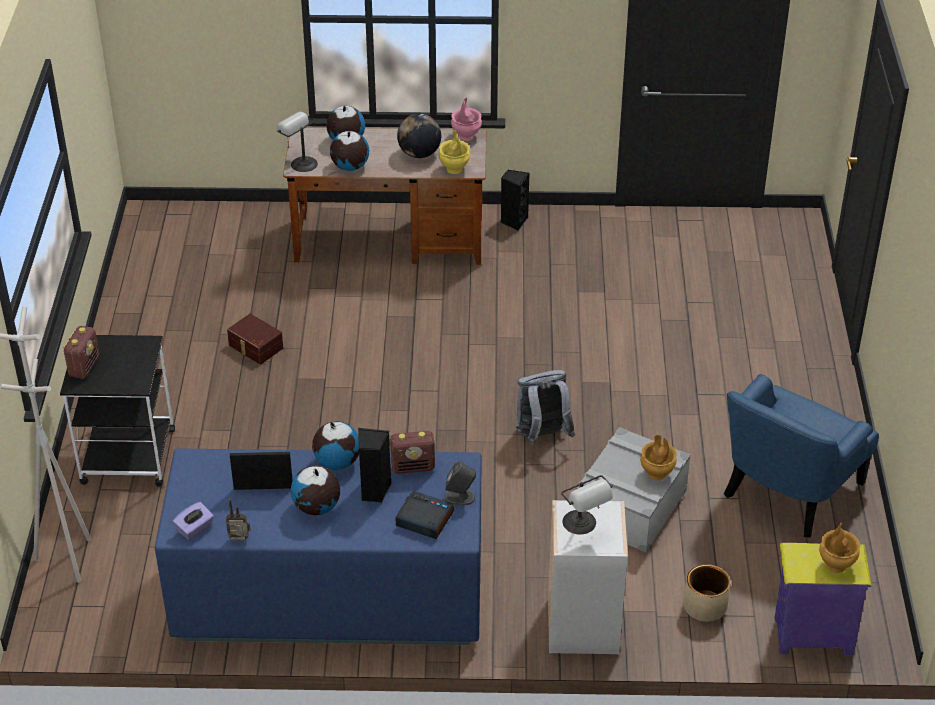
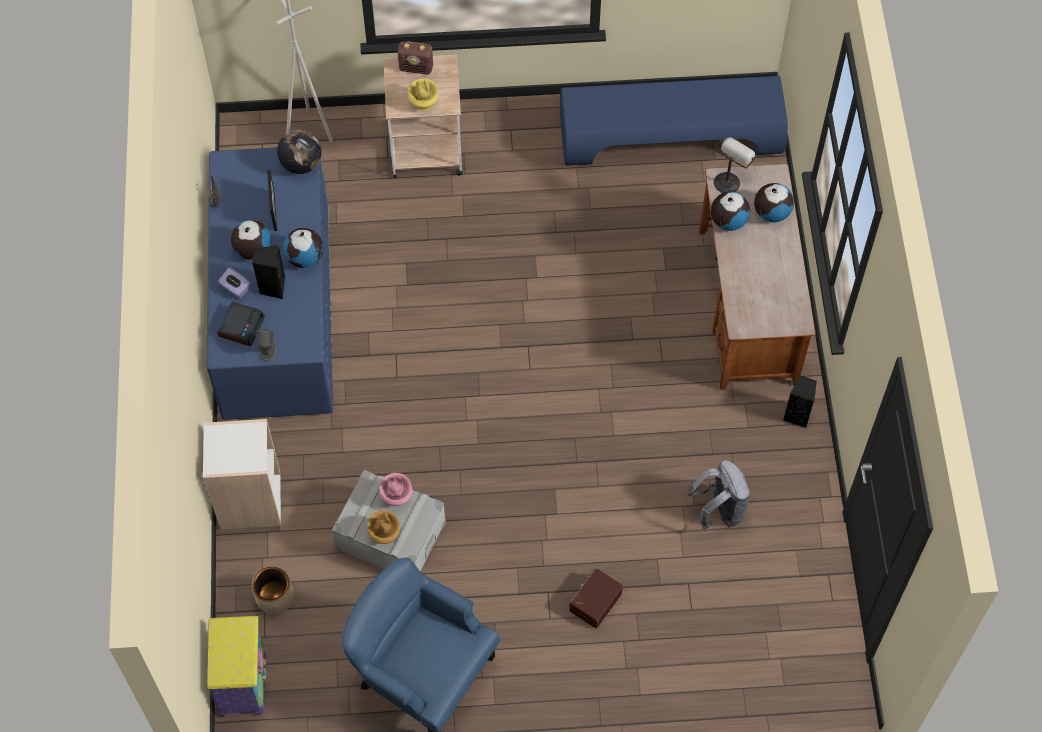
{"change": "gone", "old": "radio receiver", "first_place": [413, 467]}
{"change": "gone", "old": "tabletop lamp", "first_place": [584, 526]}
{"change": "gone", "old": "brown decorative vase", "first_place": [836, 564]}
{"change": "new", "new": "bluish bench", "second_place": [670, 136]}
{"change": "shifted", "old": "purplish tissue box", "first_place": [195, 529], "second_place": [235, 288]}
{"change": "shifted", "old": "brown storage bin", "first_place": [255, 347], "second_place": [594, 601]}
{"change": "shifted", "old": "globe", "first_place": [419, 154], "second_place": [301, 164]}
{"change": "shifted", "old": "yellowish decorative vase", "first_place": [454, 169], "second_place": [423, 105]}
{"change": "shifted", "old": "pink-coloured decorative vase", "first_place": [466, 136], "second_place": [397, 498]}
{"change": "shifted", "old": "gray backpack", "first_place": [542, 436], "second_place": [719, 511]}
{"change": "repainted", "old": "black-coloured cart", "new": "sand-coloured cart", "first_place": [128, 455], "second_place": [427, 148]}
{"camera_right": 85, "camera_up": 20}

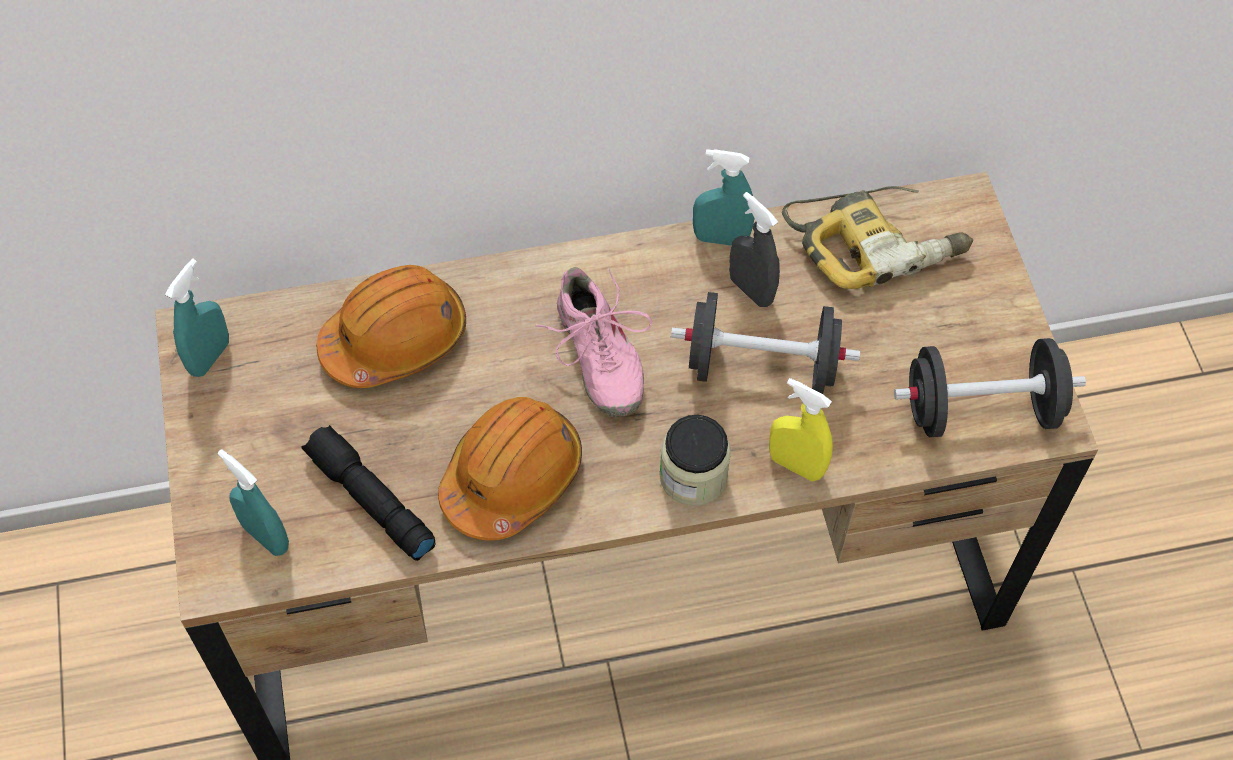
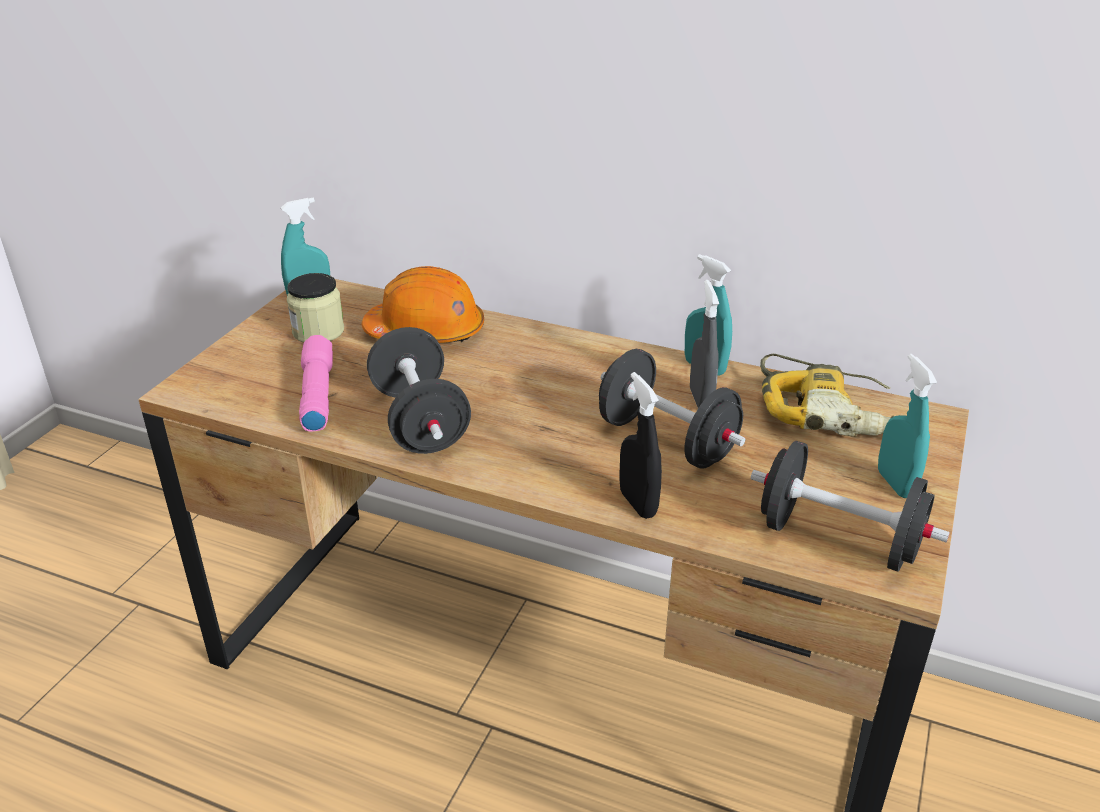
{"change": "gone", "old": "pink-coloured low shoe", "first_place": [598, 357]}
{"change": "shifted", "old": "turquoise-coloured sprayer", "first_place": [265, 537], "second_place": [895, 483]}
{"change": "shifted", "old": "storage jar", "first_place": [693, 476], "second_place": [318, 332]}
{"change": "swapped", "old": "orange-coloured hard hat", "new": "black-coloured free weight", "first_place": [512, 477], "second_place": [420, 421]}
{"change": "repainted", "old": "black-coloured torch", "new": "pink-coloured torch", "first_place": [369, 500], "second_place": [316, 394]}
{"change": "repainted", "old": "yellowish sprayer", "new": "black-coloured sprayer", "first_place": [796, 465], "second_place": [638, 504]}
{"camera_right": 35, "camera_up": -25}

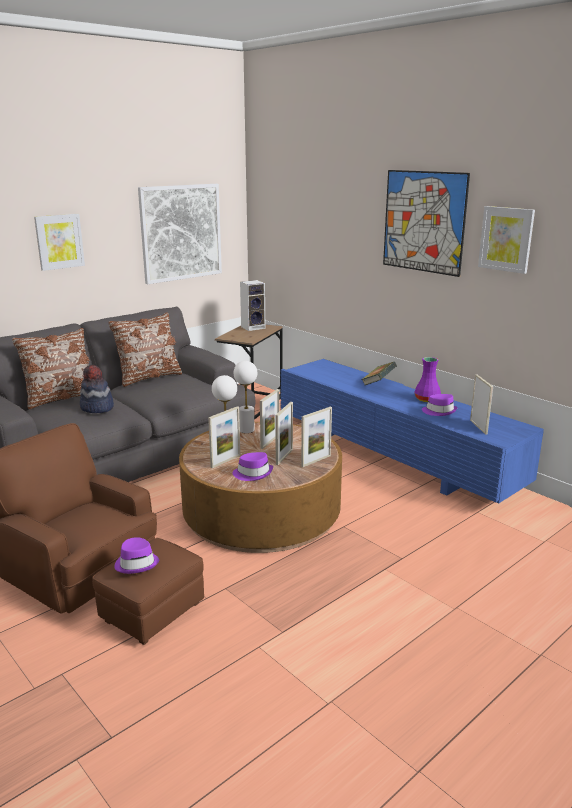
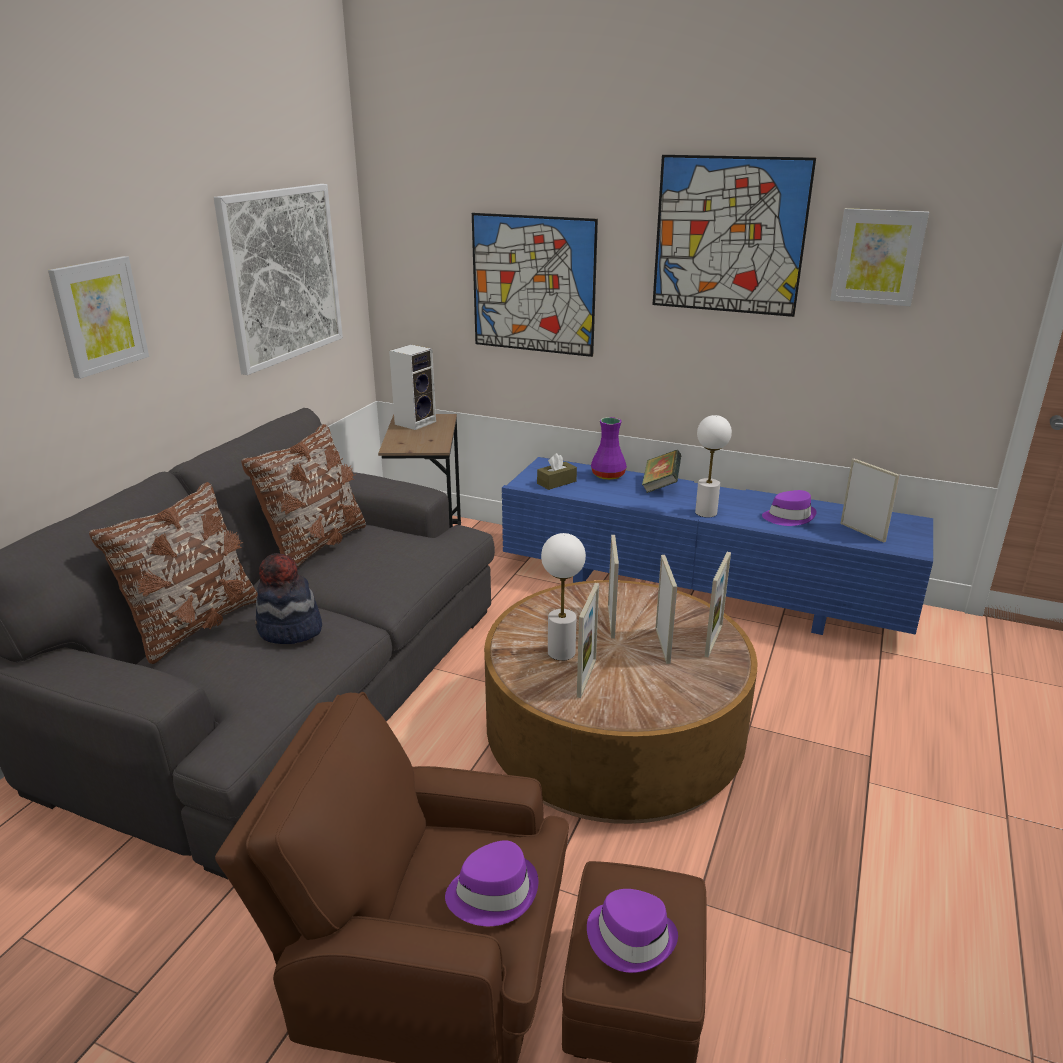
{"change": "new", "new": "picture", "second_place": [533, 285]}
{"change": "new", "new": "brown tissue box", "second_place": [556, 482]}
{"change": "shifted", "old": "purplish clothing hat", "first_place": [253, 473], "second_place": [493, 892]}
{"change": "shifted", "old": "white tabletop lamp", "first_place": [247, 430], "second_place": [706, 512]}
{"change": "shifted", "old": "purplish decorative vase", "first_place": [427, 399], "second_place": [608, 475]}
{"camera_right": -25, "camera_up": 5}

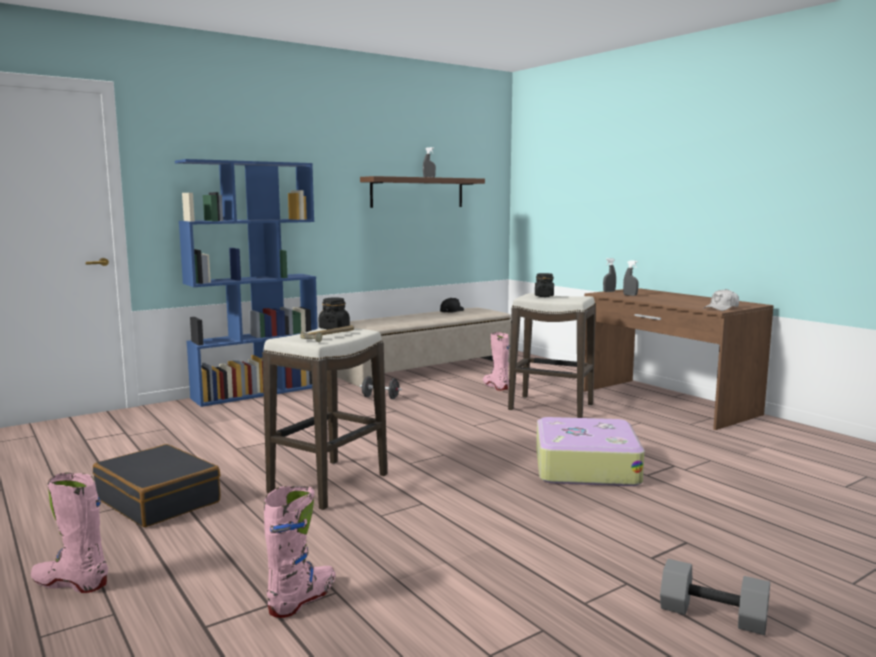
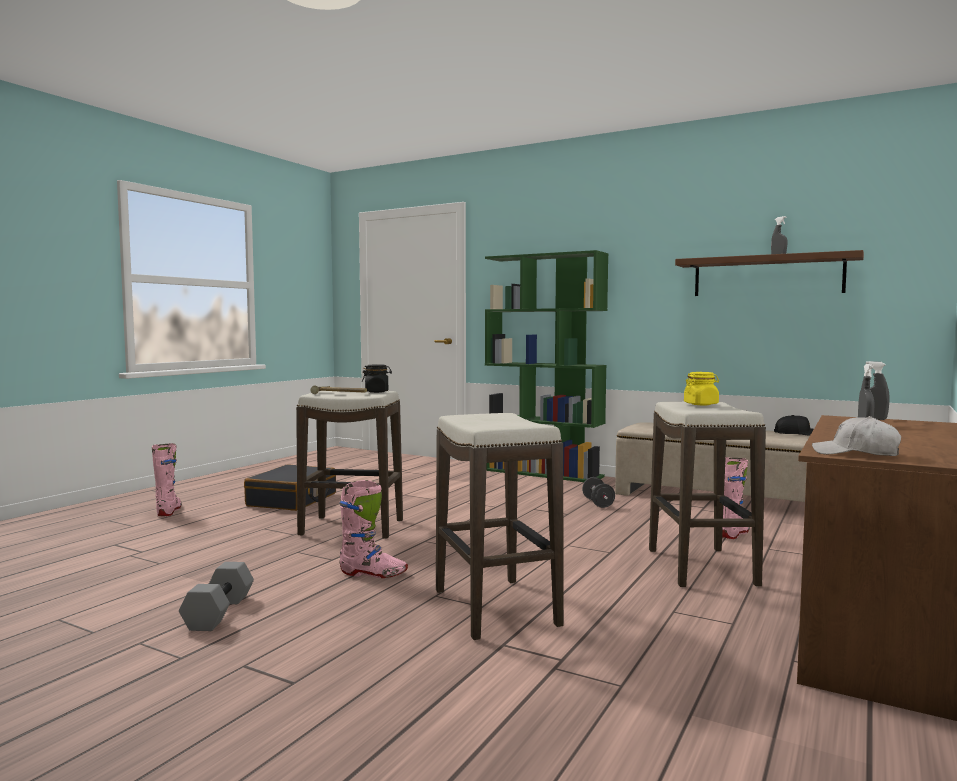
{"change": "shifted", "old": "pink-coloured tall boot", "first_place": [303, 599], "second_place": [373, 574]}
{"change": "shifted", "old": "gray free weight", "first_place": [711, 616], "second_place": [218, 612]}
{"change": "swapped", "old": "travel case", "new": "stool", "first_place": [585, 466], "second_place": [495, 608]}
{"change": "repainted", "old": "bluish bookshelf", "new": "green bookshelf", "first_place": [257, 392], "second_place": [544, 473]}
{"change": "repainted", "old": "black-coloured storage jar", "new": "yellowish storage jar", "first_place": [544, 296], "second_place": [701, 404]}
{"camera_right": 65, "camera_up": -5}

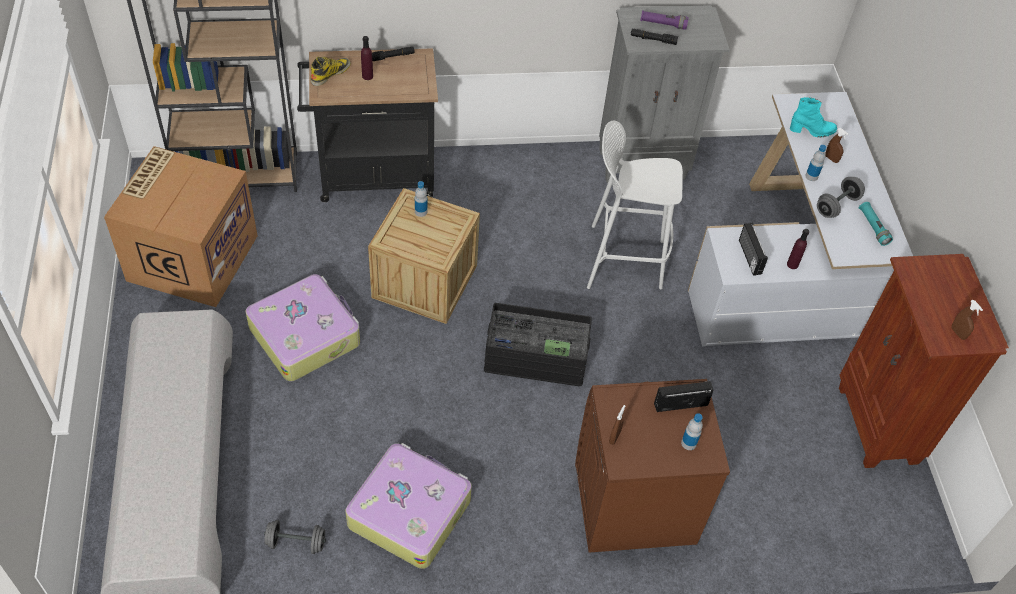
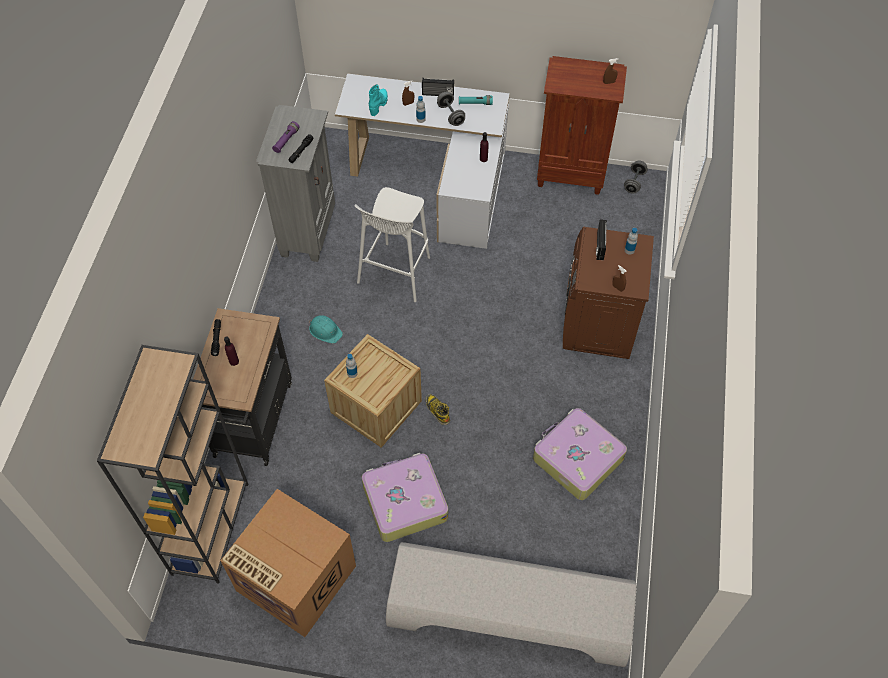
{"change": "gone", "old": "black-coloured storage bin", "first_place": [535, 357]}
{"change": "new", "new": "turquoise-coloured hard hat", "second_place": [325, 330]}
{"change": "shifted", "old": "gray free weight", "first_place": [296, 543], "second_place": [634, 182]}
{"change": "shifted", "old": "tall boot", "first_place": [330, 73], "second_place": [437, 410]}
{"change": "shifted", "old": "radio receiver", "first_place": [749, 257], "second_place": [438, 94]}
{"camera_right": -70, "camera_up": 5}

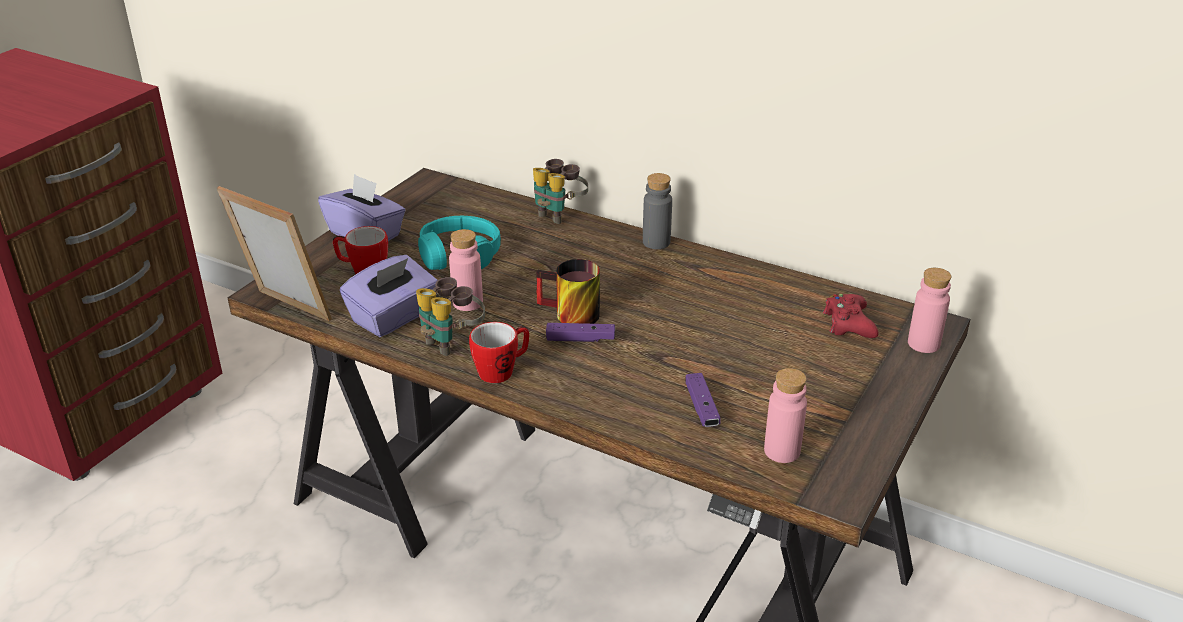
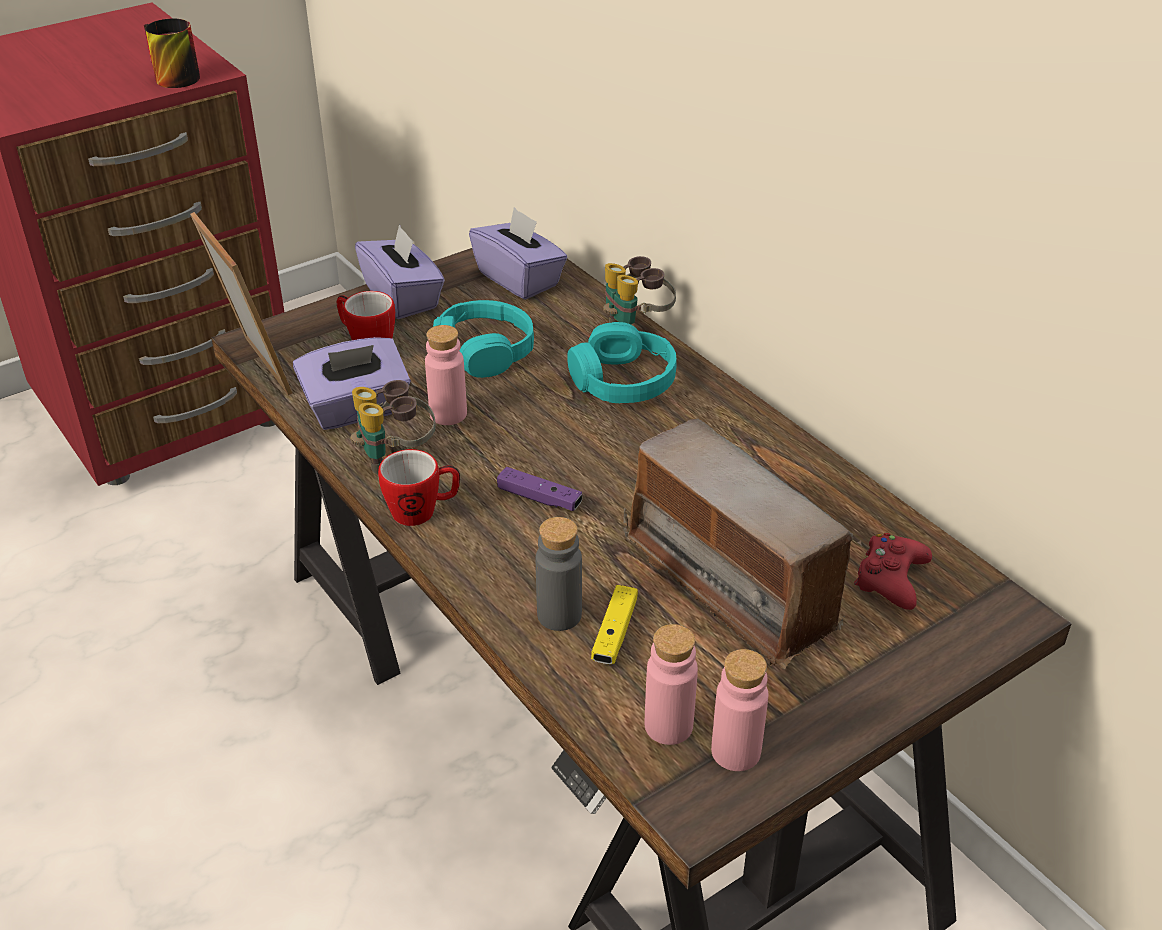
{"change": "new", "new": "purplish tissue box", "second_place": [519, 279]}
{"change": "new", "new": "turquoise-coloured headphones", "second_place": [622, 381]}
{"change": "new", "new": "radio receiver", "second_place": [732, 584]}
{"change": "shifted", "old": "coffee mug", "first_place": [569, 315], "second_place": [169, 78]}
{"change": "shifted", "old": "gray beverage bottle", "first_place": [656, 242], "second_place": [559, 615]}
{"change": "shifted", "old": "pink-coloured beverage bottle", "first_place": [923, 344], "second_place": [735, 752]}
{"change": "repainted", "old": "purplish gamepad", "new": "yellowish gamepad", "first_place": [701, 407], "second_place": [614, 633]}
{"camera_right": 25, "camera_up": 5}

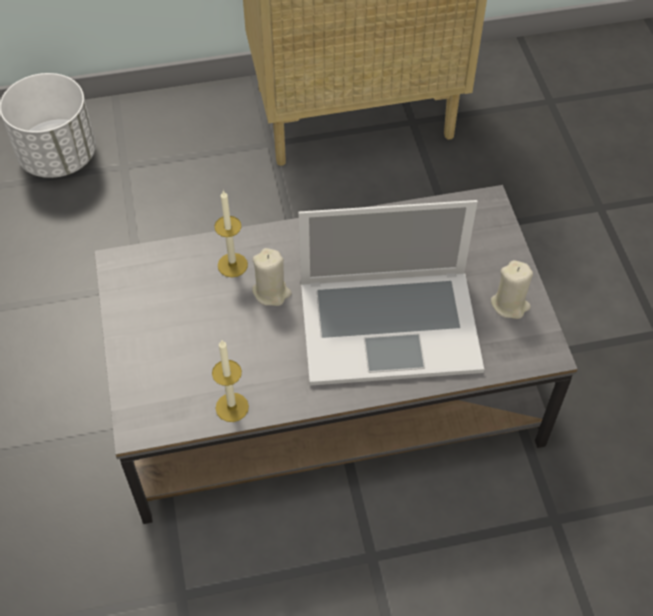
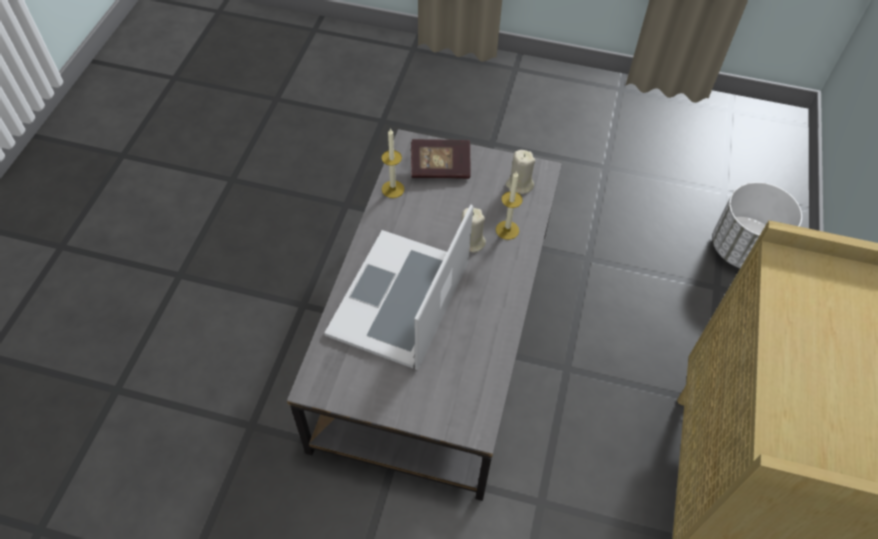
{"change": "new", "new": "volume", "second_place": [440, 168]}
{"change": "shifted", "old": "sand-coloured wax candle", "first_place": [510, 304], "second_place": [519, 185]}
{"camera_right": 115, "camera_up": 0}

